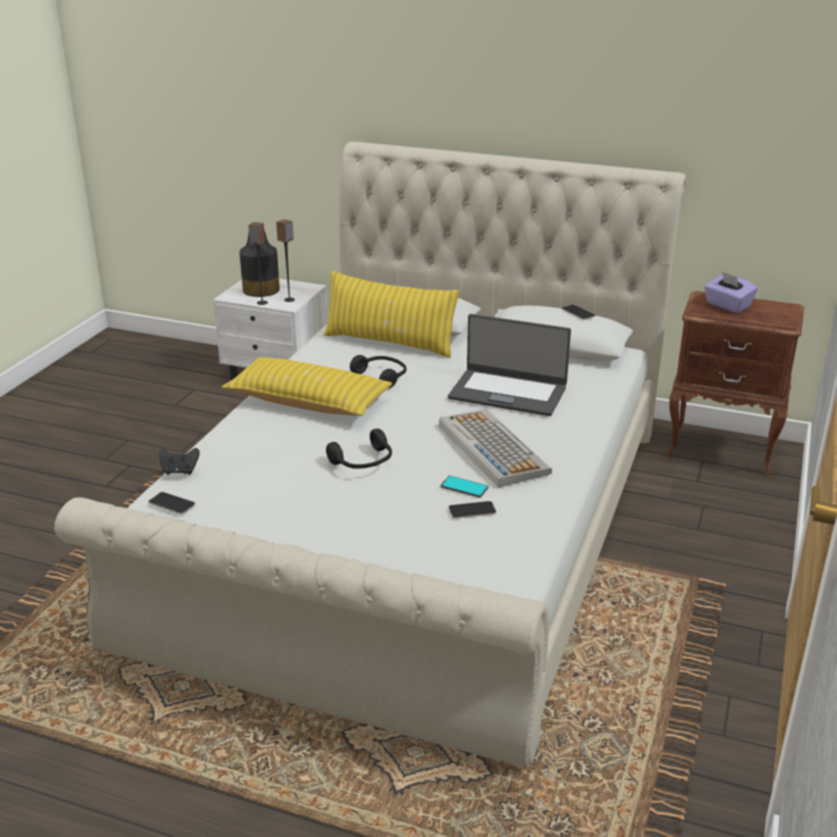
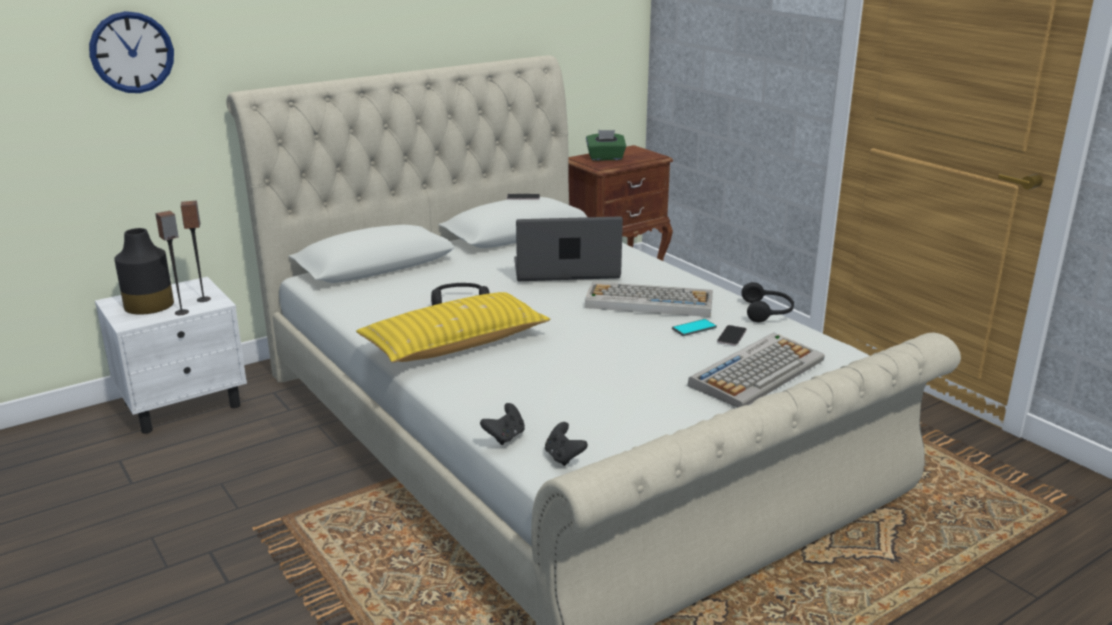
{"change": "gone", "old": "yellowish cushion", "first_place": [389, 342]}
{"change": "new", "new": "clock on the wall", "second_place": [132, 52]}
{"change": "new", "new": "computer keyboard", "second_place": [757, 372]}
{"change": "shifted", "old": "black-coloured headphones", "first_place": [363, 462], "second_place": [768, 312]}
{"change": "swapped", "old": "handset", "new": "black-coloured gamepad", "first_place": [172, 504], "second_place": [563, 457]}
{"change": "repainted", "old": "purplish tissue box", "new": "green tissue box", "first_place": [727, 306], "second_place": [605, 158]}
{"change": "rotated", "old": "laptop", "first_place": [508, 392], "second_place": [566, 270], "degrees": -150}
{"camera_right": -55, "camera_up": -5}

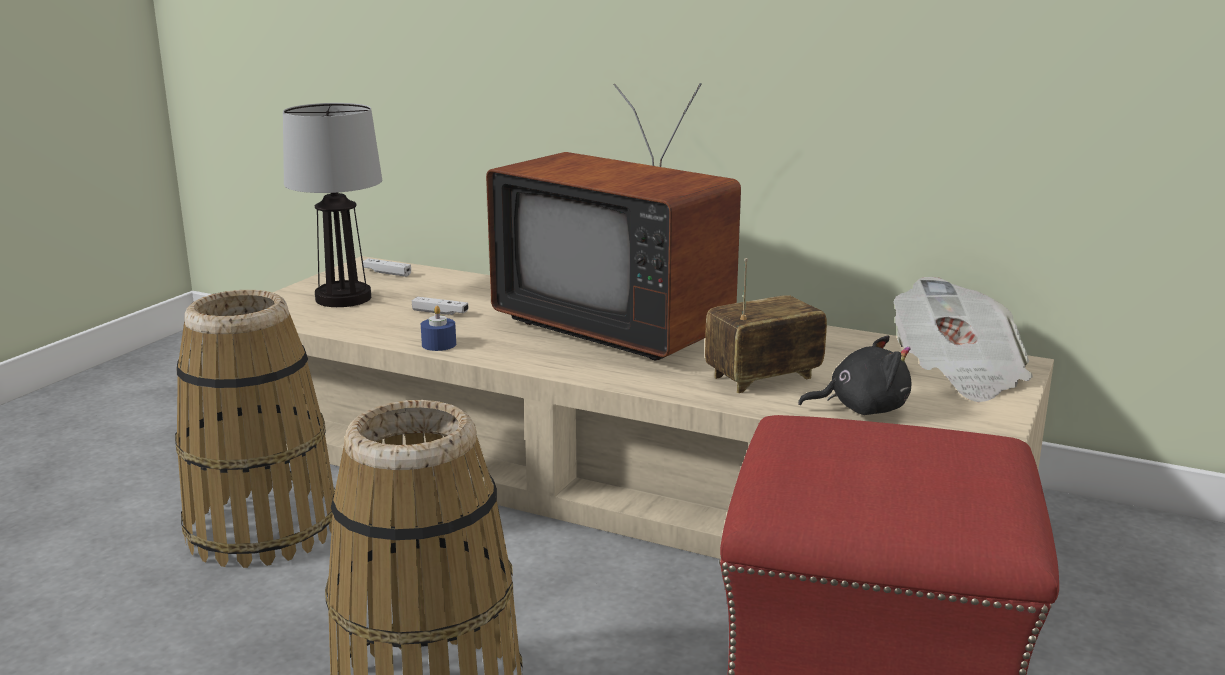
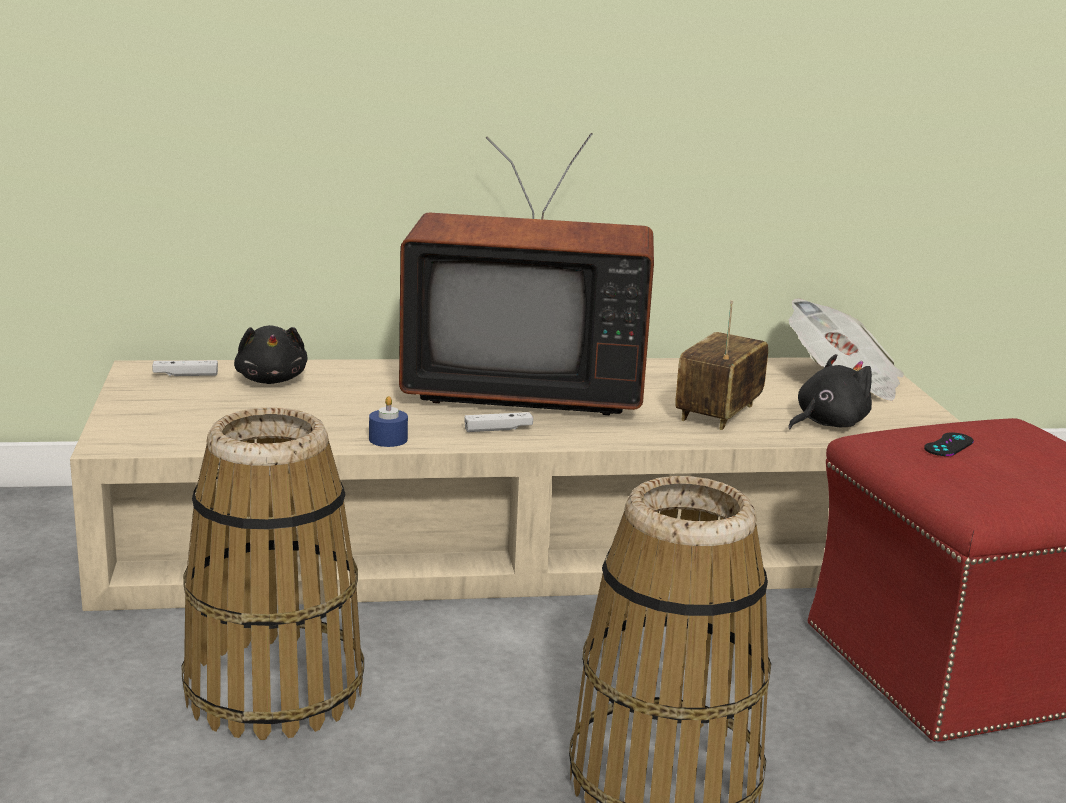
{"change": "gone", "old": "tabletop lamp", "first_place": [343, 299]}
{"change": "new", "new": "black-coloured plush toy", "second_place": [272, 380]}
{"change": "new", "new": "black-coloured gamepad", "second_place": [948, 445]}
{"change": "shifted", "old": "white gamepad", "first_place": [440, 312], "second_place": [498, 429]}
{"camera_right": -35, "camera_up": 0}

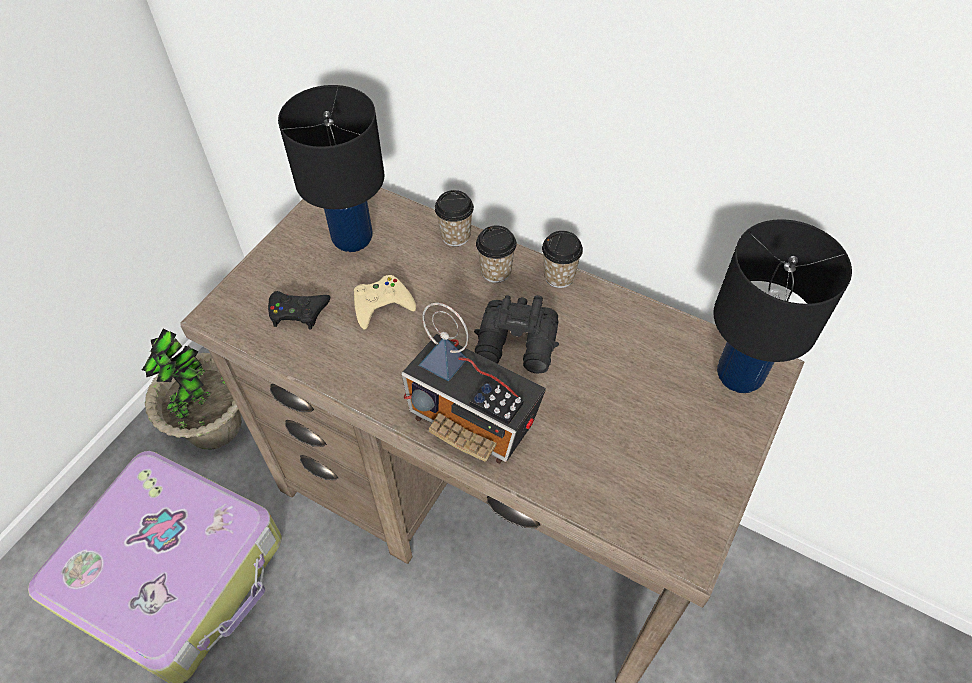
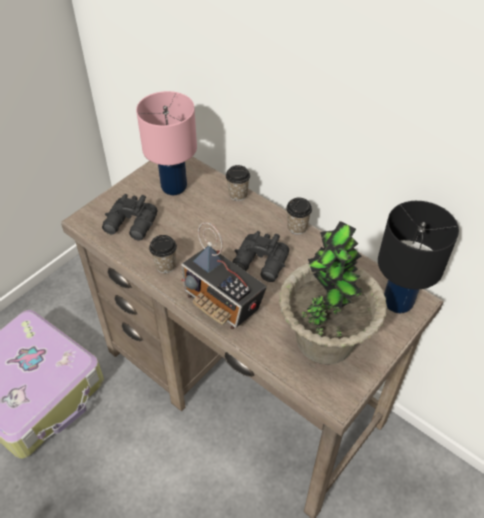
{"change": "gone", "old": "sand-coloured gamepad", "first_place": [382, 305]}
{"change": "shifted", "old": "potted plant", "first_place": [214, 425], "second_place": [325, 339]}
{"change": "shifted", "old": "cup", "first_place": [496, 271], "second_place": [165, 265]}
{"change": "swapped", "old": "black-coloured gamepad", "new": "black-coloured pair of binoculars", "first_place": [298, 312], "second_place": [131, 225]}
{"change": "repainted", "old": "black-coloured tabletop lamp", "new": "pink-coloured tabletop lamp", "first_place": [350, 238], "second_place": [173, 187]}
{"camera_right": 10, "camera_up": -5}

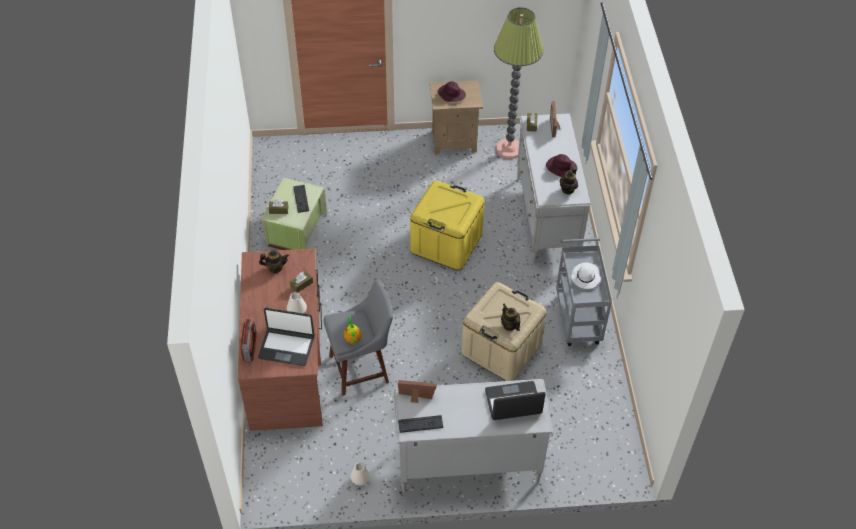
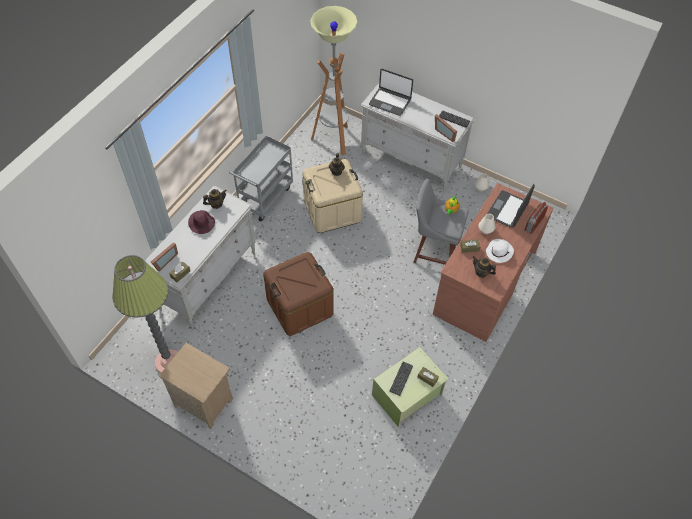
{"change": "gone", "old": "purplish clothing hat", "first_place": [451, 94]}
{"change": "new", "new": "standard lamp", "second_place": [333, 139]}
{"change": "shifted", "old": "white clothing hat", "first_place": [585, 277], "second_place": [499, 251]}
{"change": "repainted", "old": "yellowish storage bin", "new": "brown storage bin", "first_place": [446, 243], "second_place": [299, 307]}
{"change": "rotated", "old": "laptop", "first_place": [286, 347], "second_place": [507, 210], "degrees": -105}
{"camera_right": -145, "camera_up": 5}

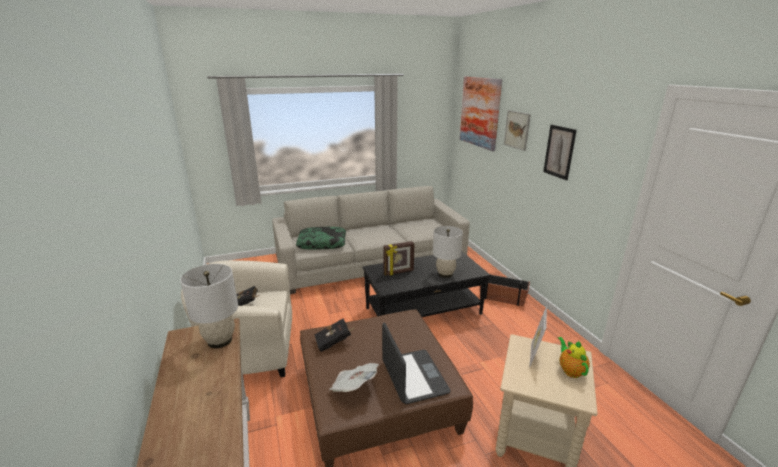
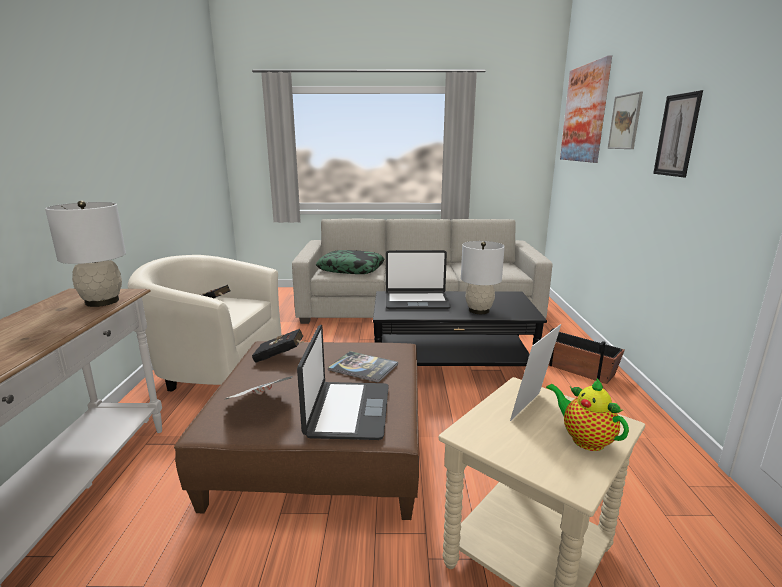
{"change": "new", "new": "volume", "second_place": [363, 367]}
{"change": "swapped", "old": "standing frame", "new": "laptop", "first_place": [398, 272], "second_place": [416, 301]}
{"change": "rotated", "old": "teapot", "first_place": [570, 370], "second_place": [584, 439], "degrees": -45}
{"camera_right": 20, "camera_up": -5}

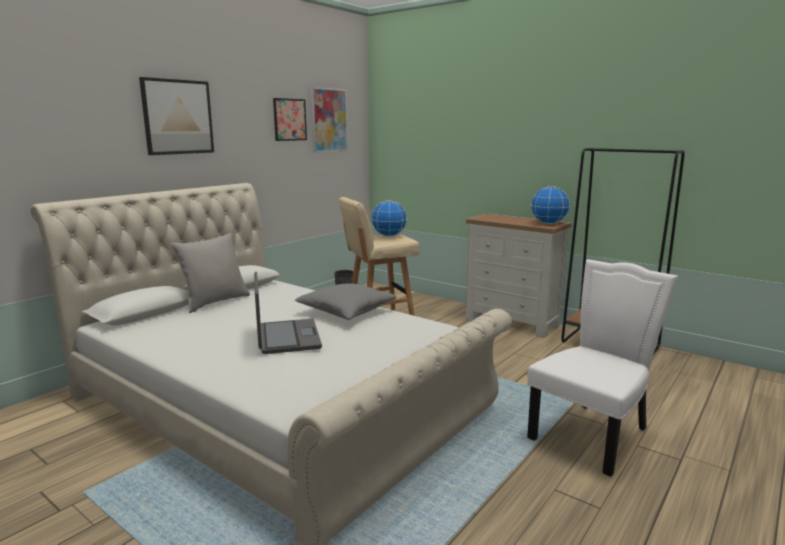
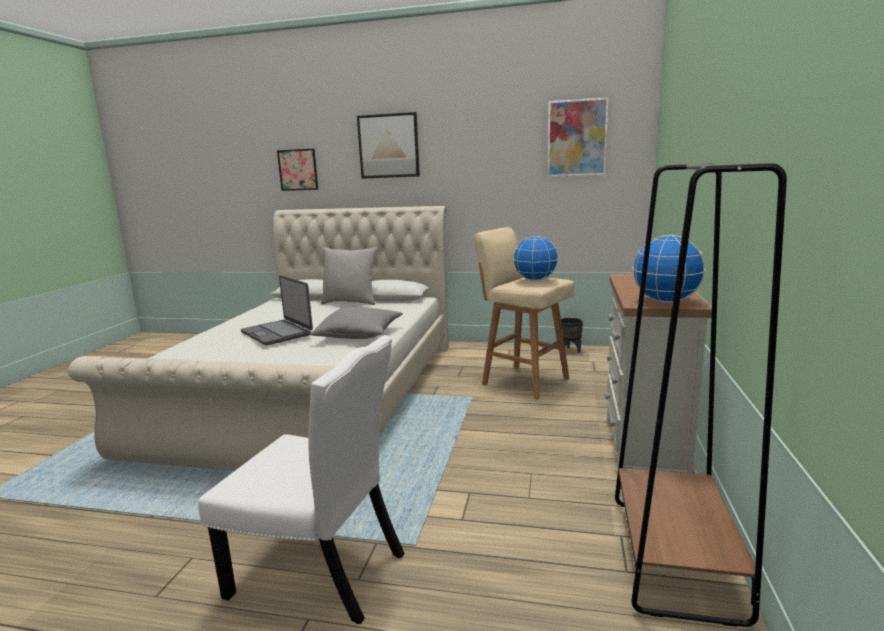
{"change": "shifted", "old": "picture", "first_place": [289, 119], "second_place": [298, 170]}
{"change": "rotated", "old": "laptop", "first_place": [287, 337], "second_place": [277, 333], "degrees": 90}
{"camera_right": 65, "camera_up": 0}

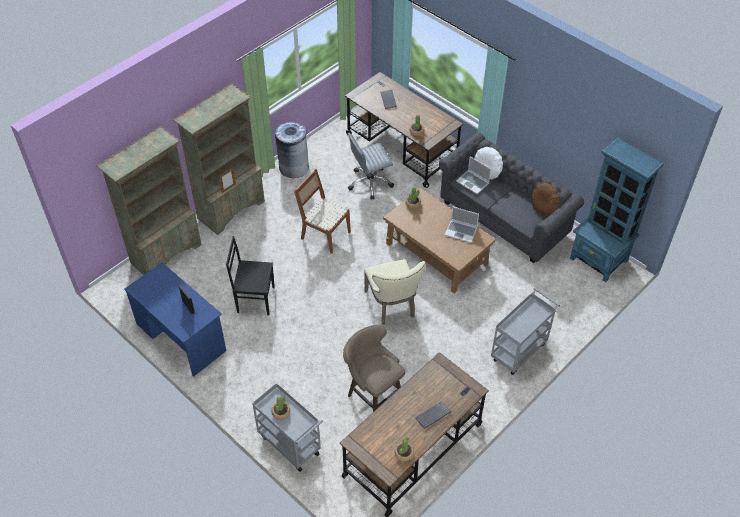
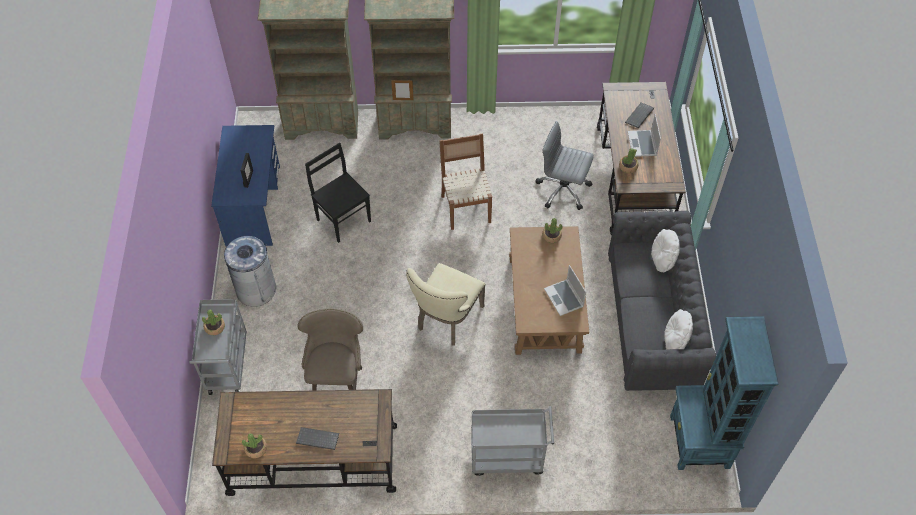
{"change": "shifted", "old": "gray waste bin", "first_place": [293, 167], "second_place": [256, 289]}
{"change": "shifted", "old": "laptop", "first_place": [473, 182], "second_place": [642, 144]}
{"change": "repainted", "old": "brown cushion", "new": "white cushion", "first_place": [543, 209], "second_place": [675, 341]}
{"camera_right": 45, "camera_up": 5}

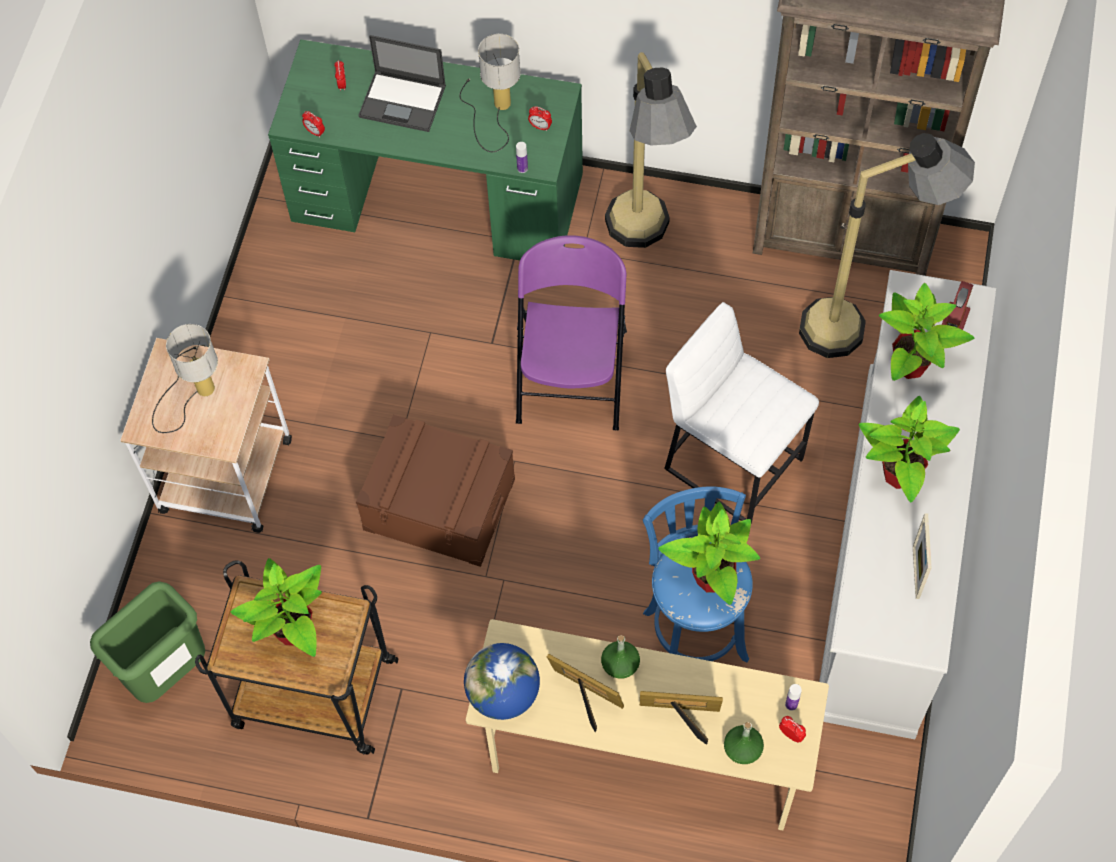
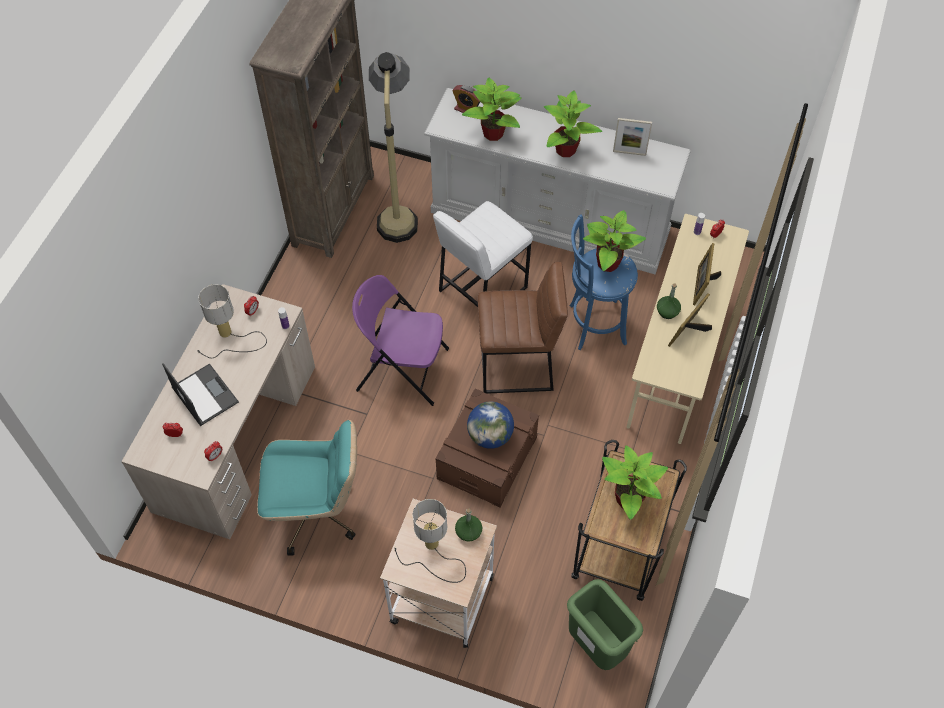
{"change": "gone", "old": "standard lamp", "first_place": [645, 246]}
{"change": "new", "new": "turquoise-coloured office chair", "second_place": [317, 515]}
{"change": "new", "new": "brown upright chair", "second_place": [517, 365]}
{"change": "shifted", "old": "globe", "first_place": [503, 693], "second_place": [490, 436]}
{"change": "shifted", "old": "green beverage bottle", "first_place": [742, 749], "second_place": [468, 532]}
{"change": "repainted", "old": "green desk", "new": "sand-coloured desk", "first_place": [438, 198], "second_place": [237, 436]}
{"change": "rotated", "old": "laptop", "first_place": [403, 101], "second_place": [204, 394], "degrees": -60}
{"camera_right": -85, "camera_up": -5}

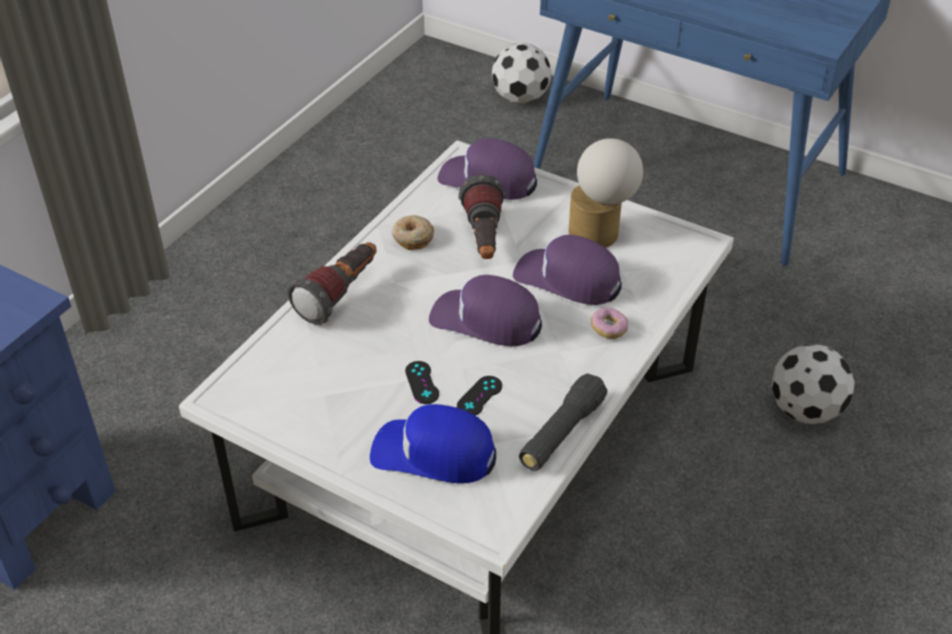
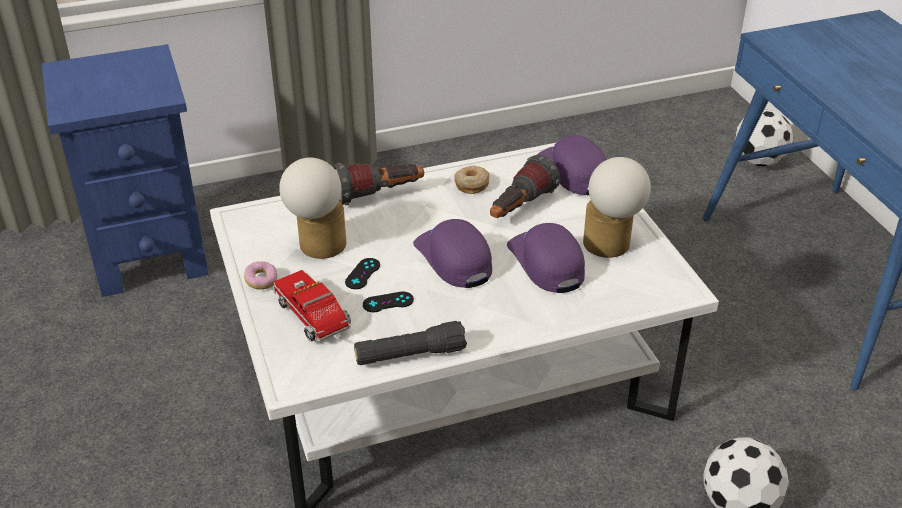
{"change": "new", "new": "tabletop lamp", "second_place": [317, 248]}
{"change": "shifted", "old": "donut", "first_place": [609, 329], "second_place": [261, 281]}
{"change": "swapped", "old": "bluish peaked cap", "new": "toy truck", "first_place": [433, 453], "second_place": [315, 319]}
{"camera_right": 40, "camera_up": -5}

